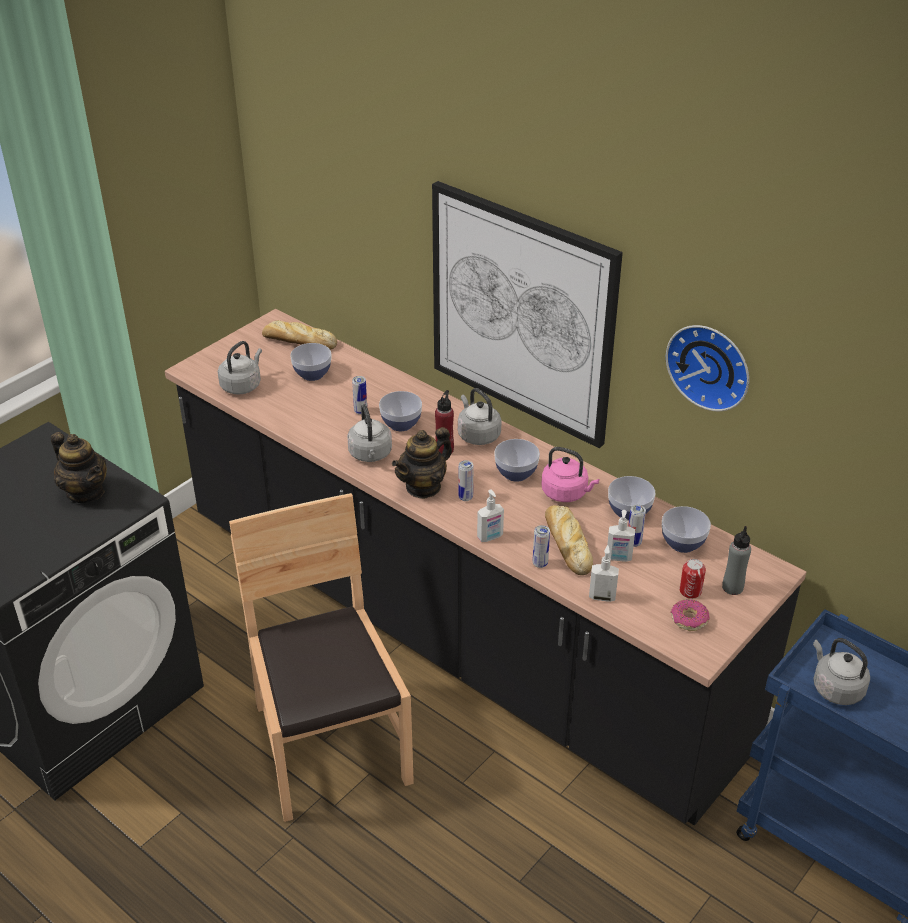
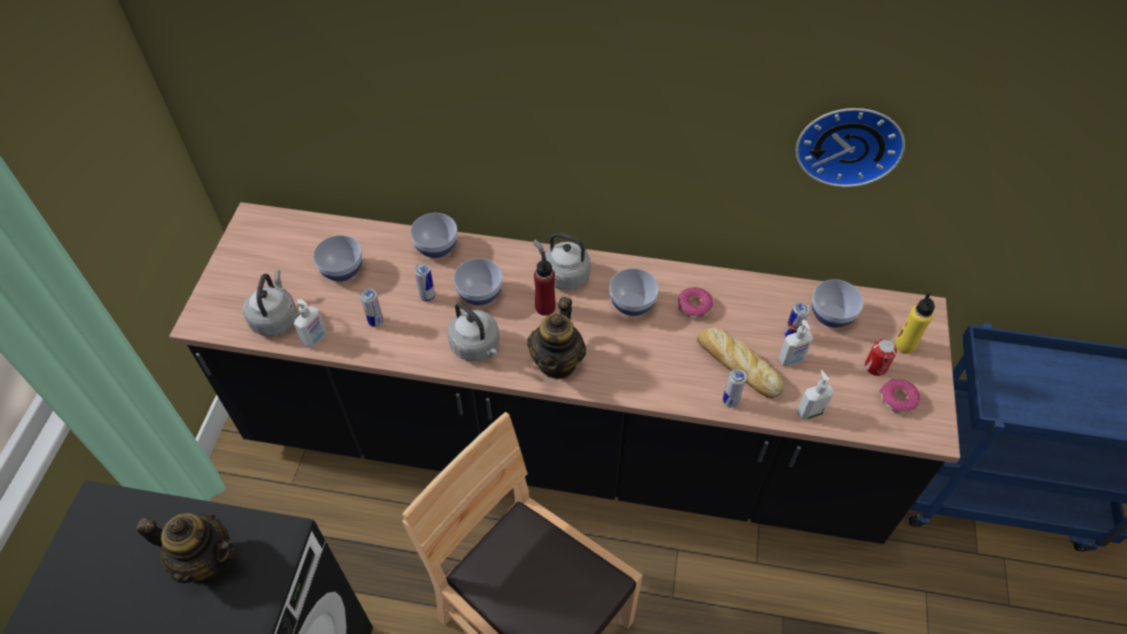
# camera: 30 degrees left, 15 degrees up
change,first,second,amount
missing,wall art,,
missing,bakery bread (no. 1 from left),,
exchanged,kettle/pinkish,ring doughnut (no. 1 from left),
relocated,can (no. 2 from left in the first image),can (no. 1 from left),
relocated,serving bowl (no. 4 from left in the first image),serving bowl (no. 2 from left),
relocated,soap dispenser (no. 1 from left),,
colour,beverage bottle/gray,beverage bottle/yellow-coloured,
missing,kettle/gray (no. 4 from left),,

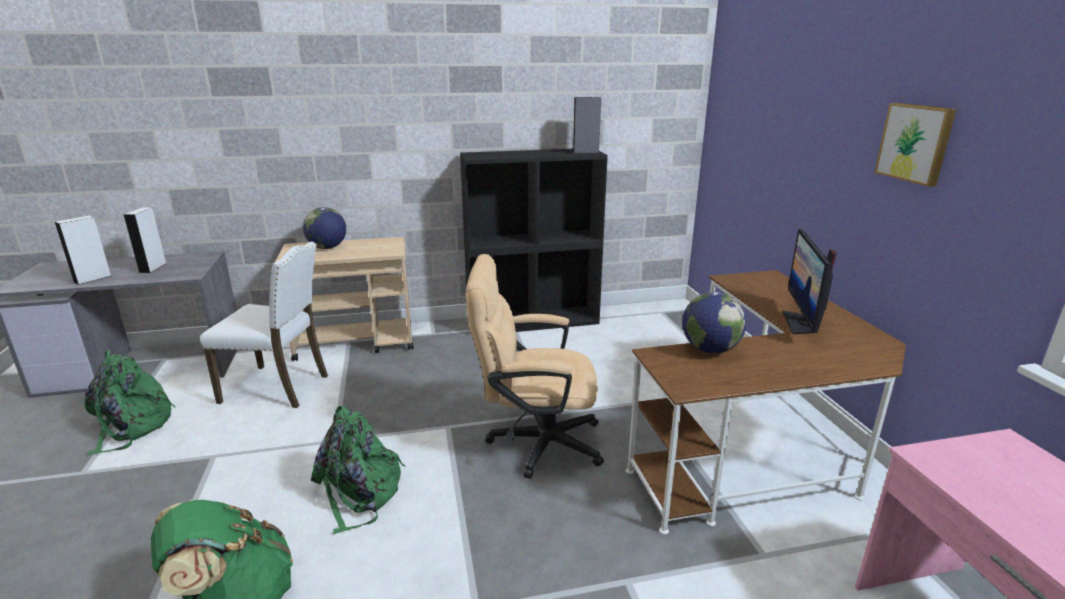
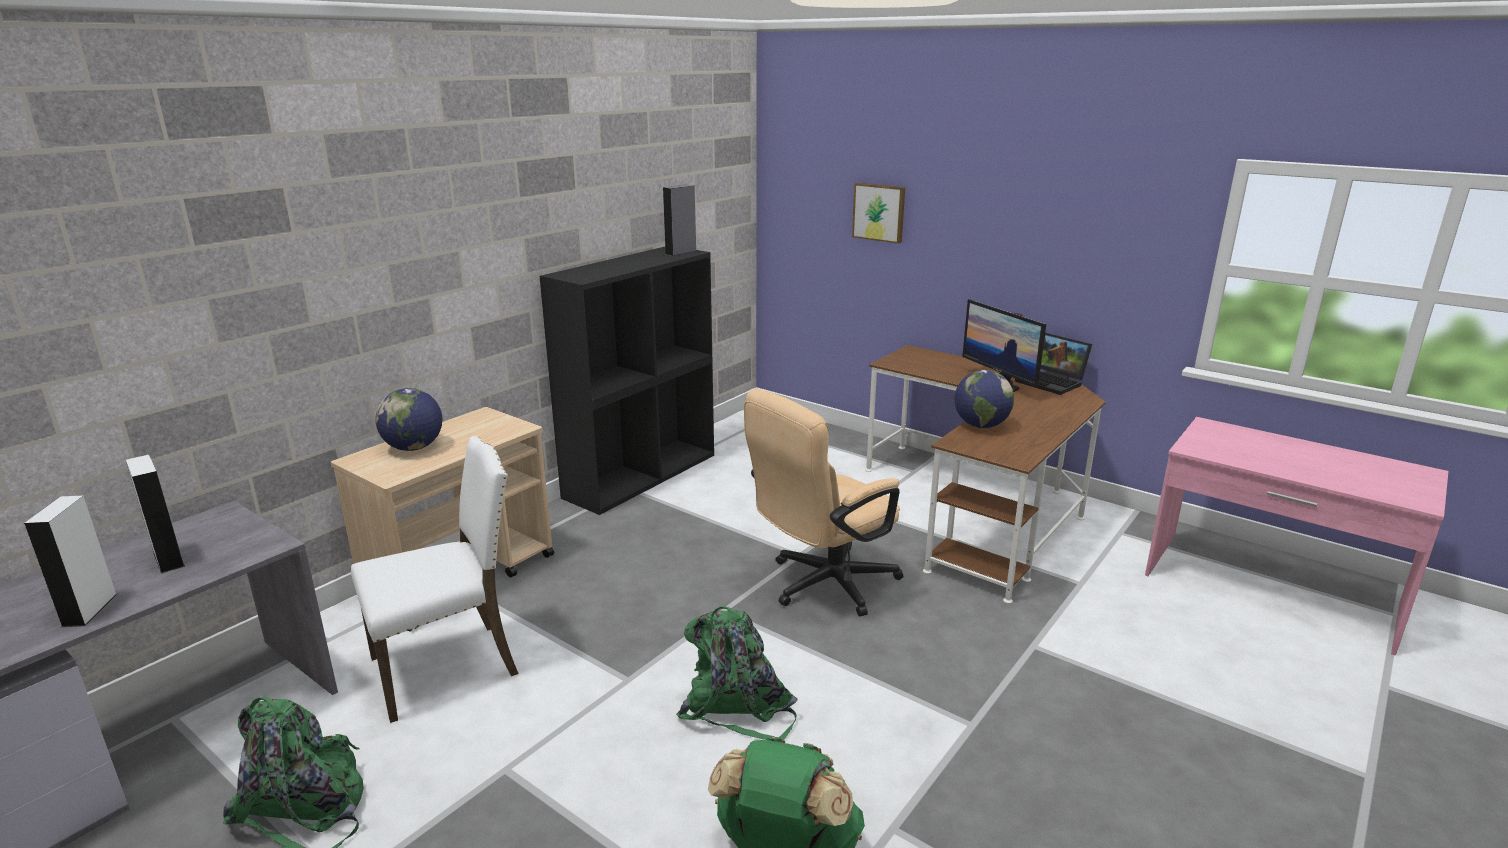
# camera: 40 degrees left, 0 degrees up
change,first,second,amount
relocated,wall art,,
appeared,,laptop,

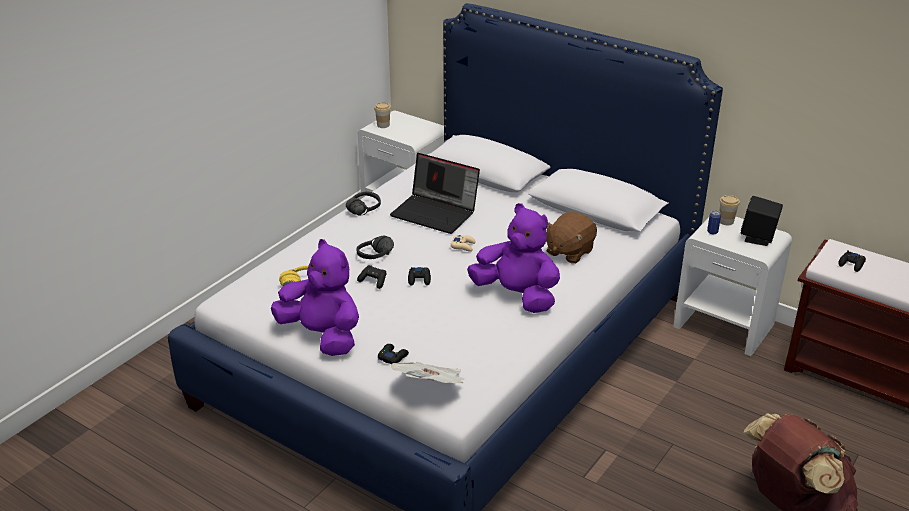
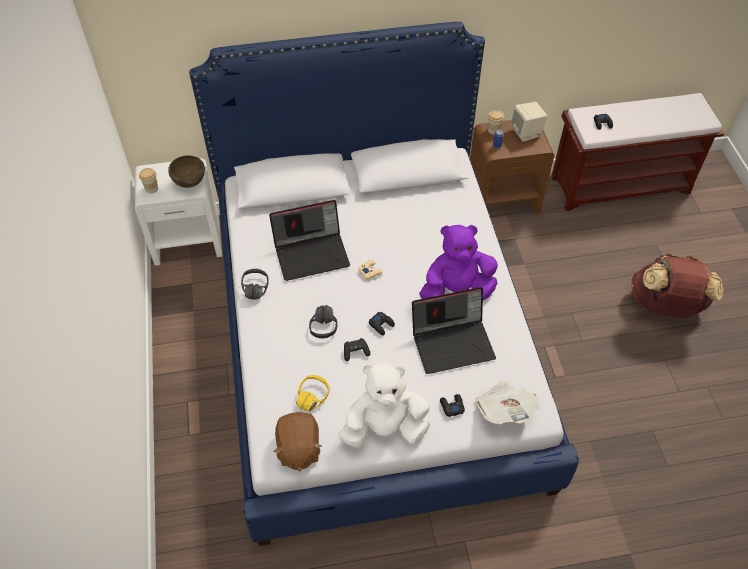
# camera: 45 degrees left, 20 degrees up
change,first,second,amount
colour,speaker/blackish,speaker/sand-coloured,
relocated,cuddly toy/brown,,
colour,nightstand/whitish (no. 2 from left),nightstand/brown,
colour,cuddly toy/purple-coloured (no. 1 from left),cuddly toy/whitish,
appeared,,serving bowl/brown,
appeared,,laptop (no. 2 from left),

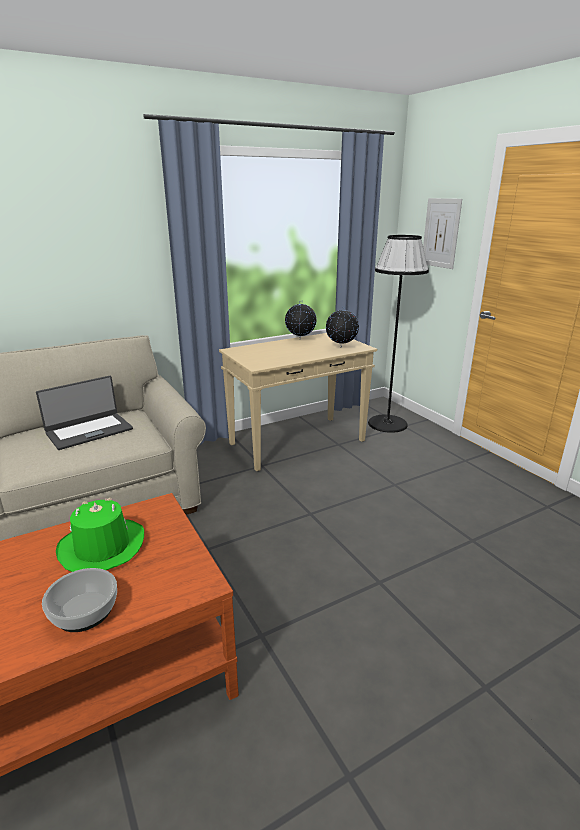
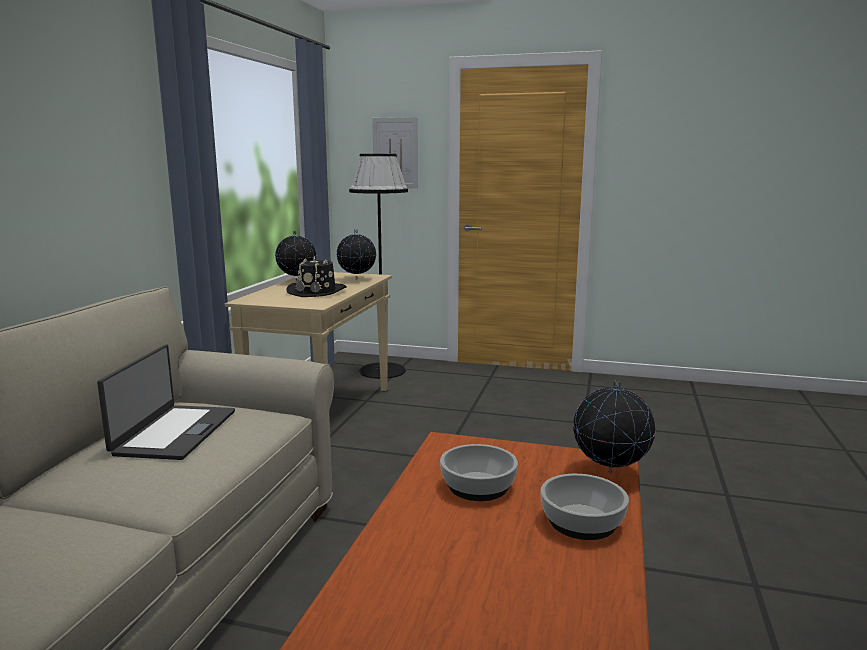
# camera: 45 degrees left, 10 degrees down
change,first,second,amount
exchanged,wearable hat/greenish,serving bowl (no. 1 from left),
appeared,,wearable hat/blackish,
appeared,,globe (no. 3 from left),

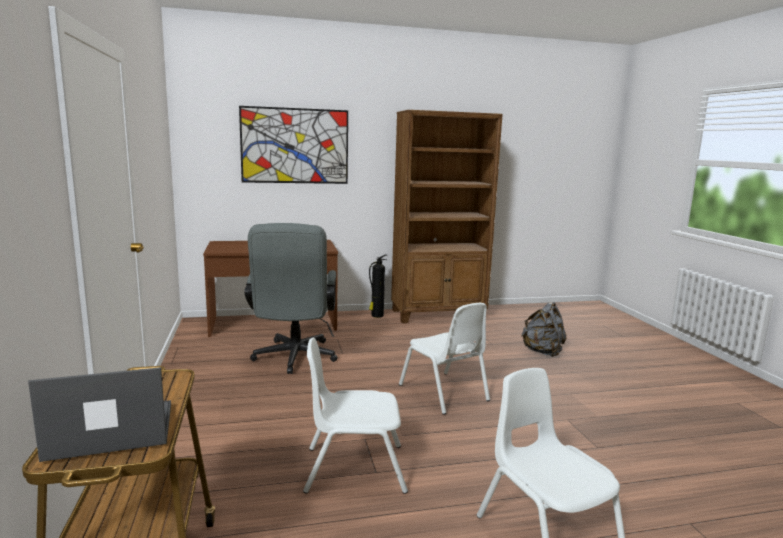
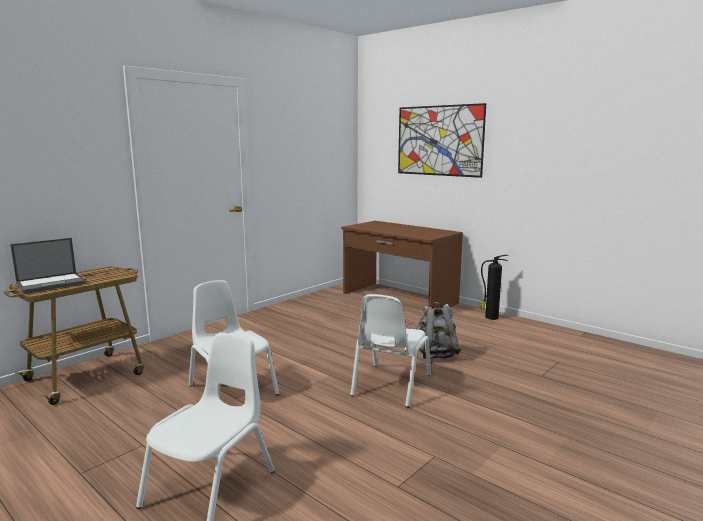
# camera: 55 degrees right, 0 degrees up
change,first,second,amount
missing,bookshelf/brown,,
missing,computer chair/gray,,
relocated,knapsack/gray,,
spun,laptop,,105 degrees clockwise

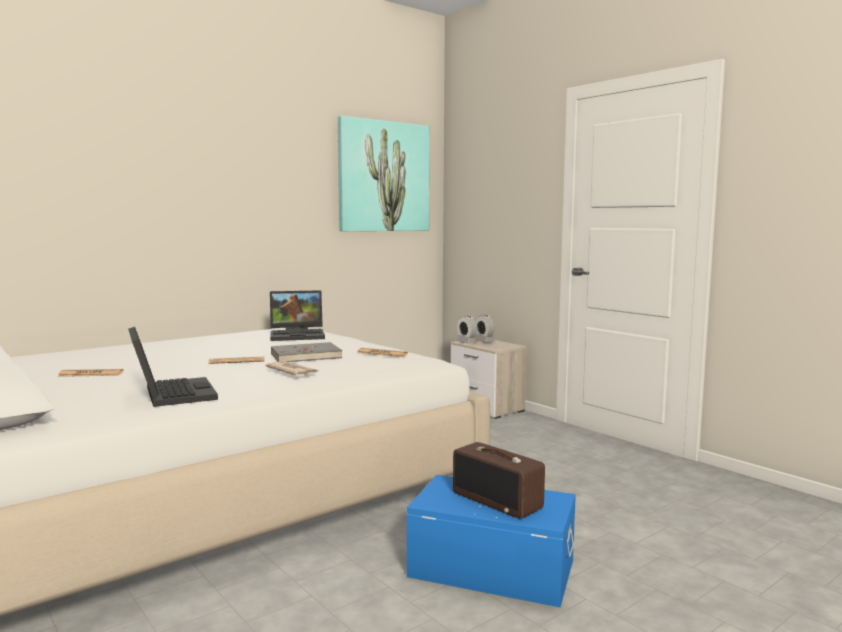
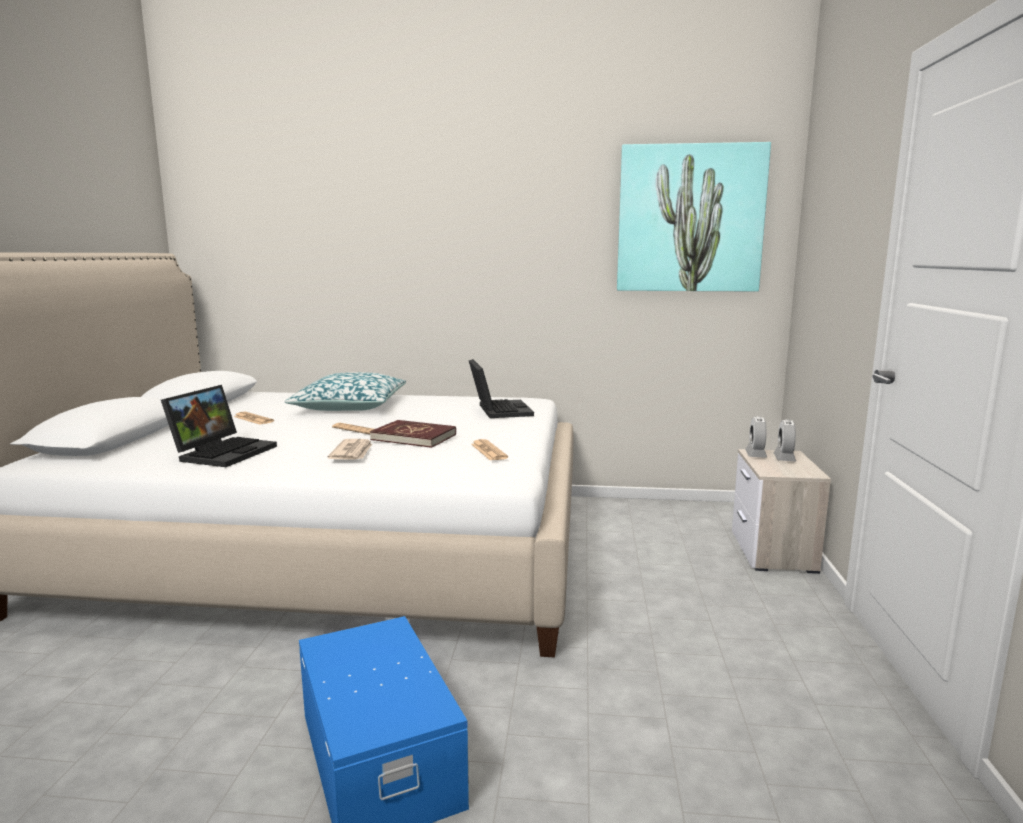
# camera: 45 degrees right, 5 degrees up
change,first,second,amount
spun,laptop (no. 2 from left),,135 degrees counterclockwise
colour,volume/gray,volume/reddish,
missing,radio,,
appeared,,cushion,

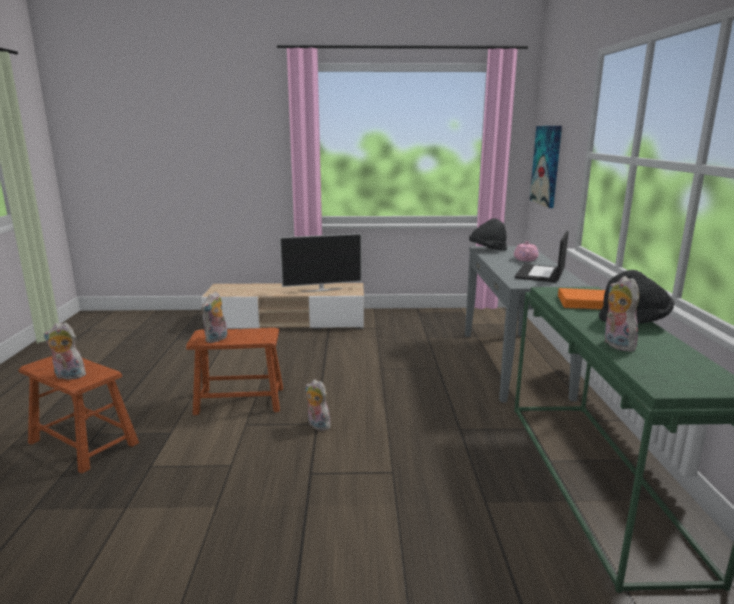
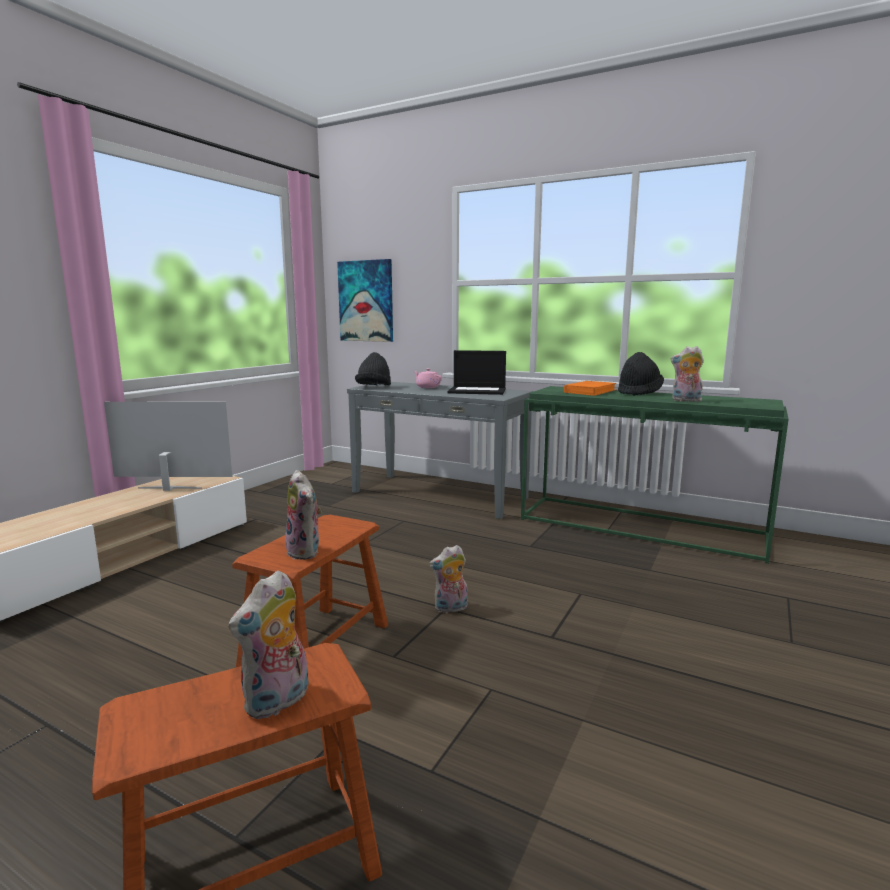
# camera: 60 degrees left, 5 degrees down
change,first,second,amount
spun,laptop,,45 degrees counterclockwise
spun,television,,105 degrees counterclockwise

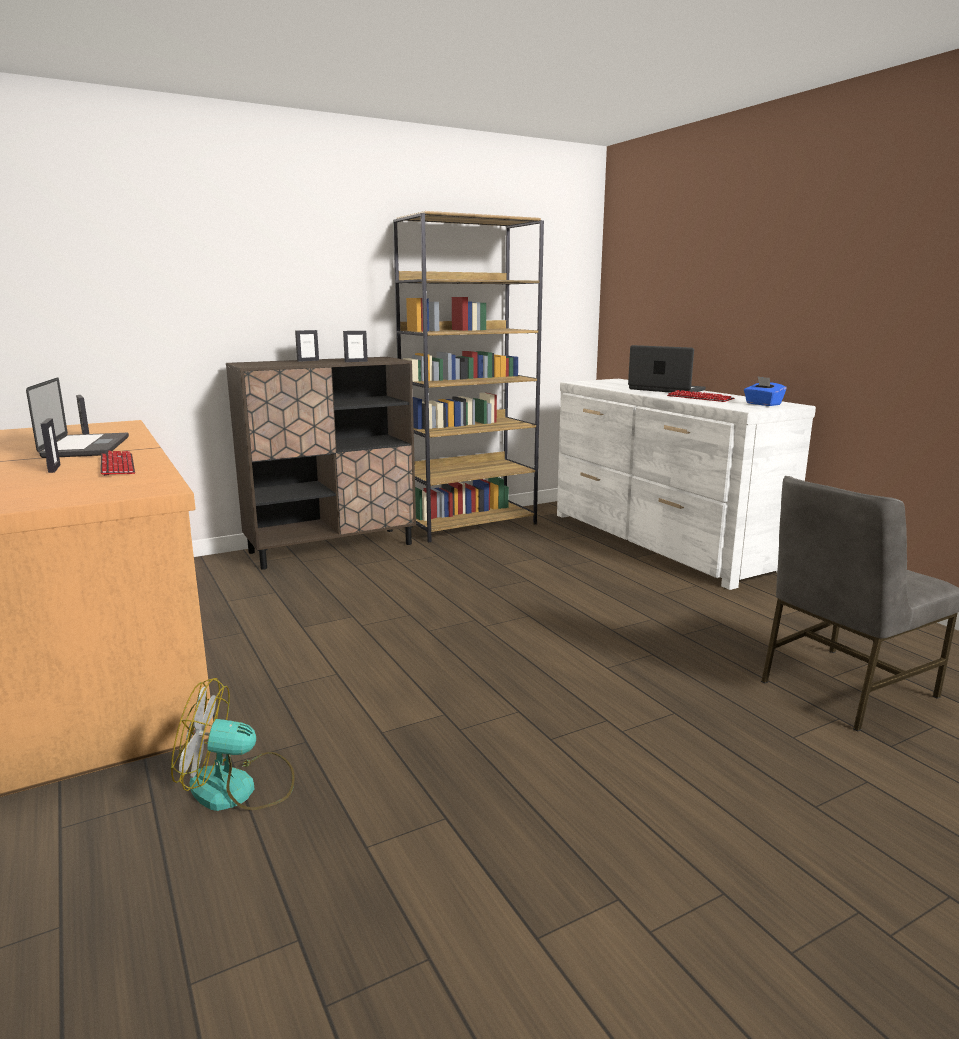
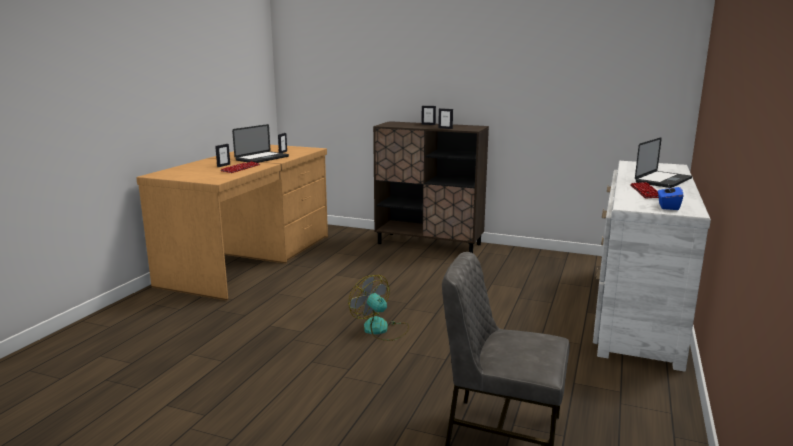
# camera: 50 degrees right, 0 degrees up
change,first,second,amount
missing,bookshelf/brown,,
spun,laptop (no. 2 from left),,45 degrees clockwise
relocated,fan,,

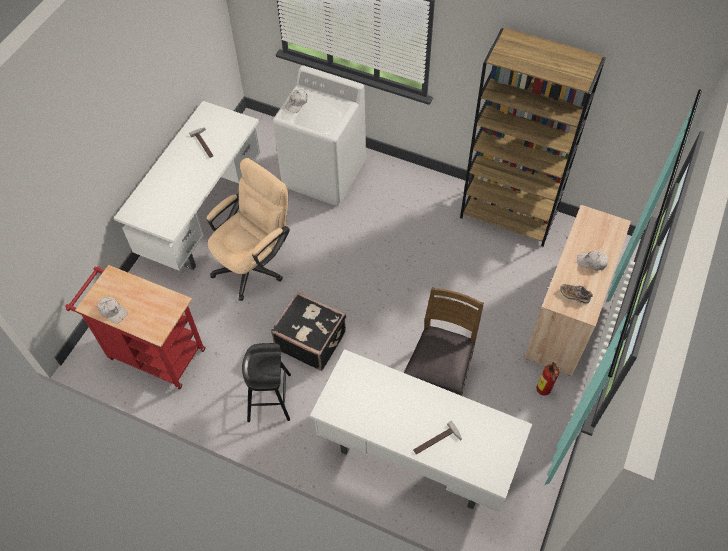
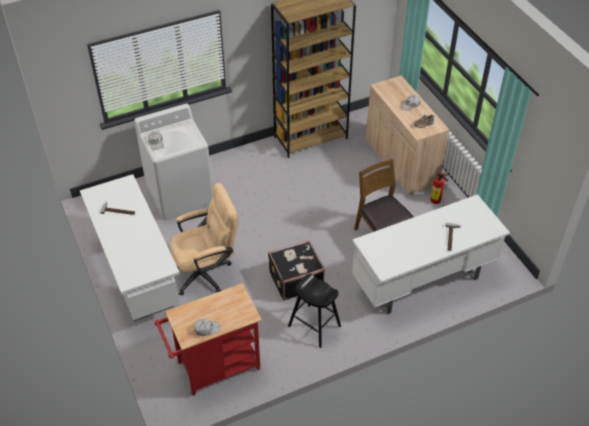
# camera: 50 degrees left, 10 degrees down
change,first,second,amount
spun,computer chair/sand-coloured,,75 degrees clockwise

